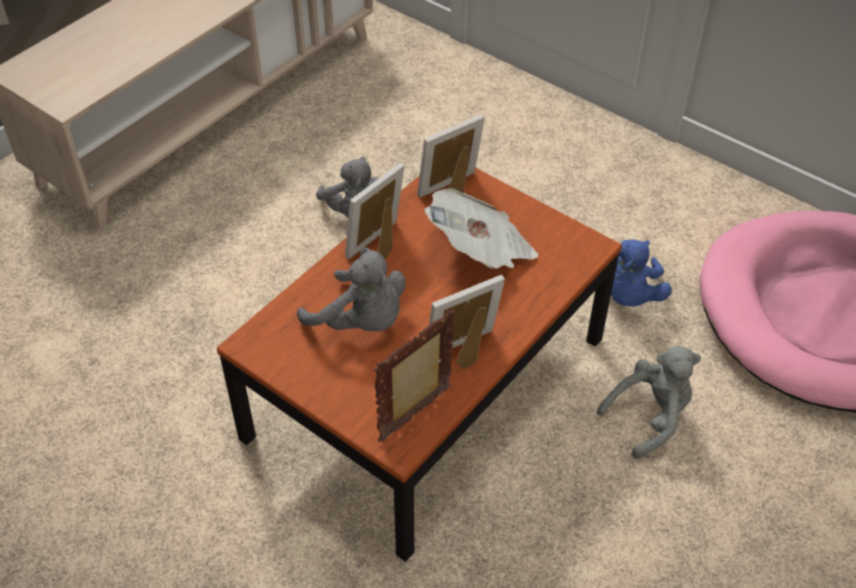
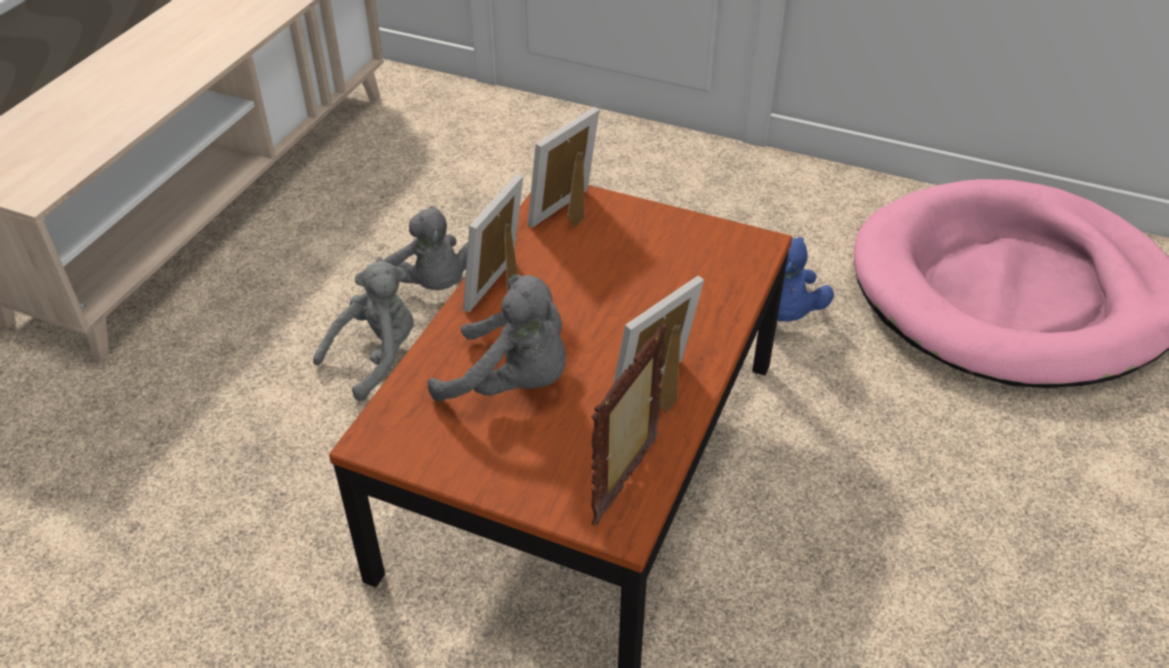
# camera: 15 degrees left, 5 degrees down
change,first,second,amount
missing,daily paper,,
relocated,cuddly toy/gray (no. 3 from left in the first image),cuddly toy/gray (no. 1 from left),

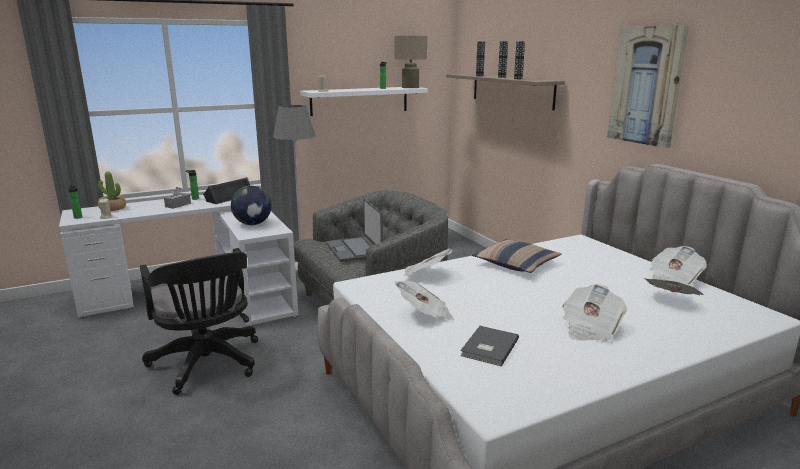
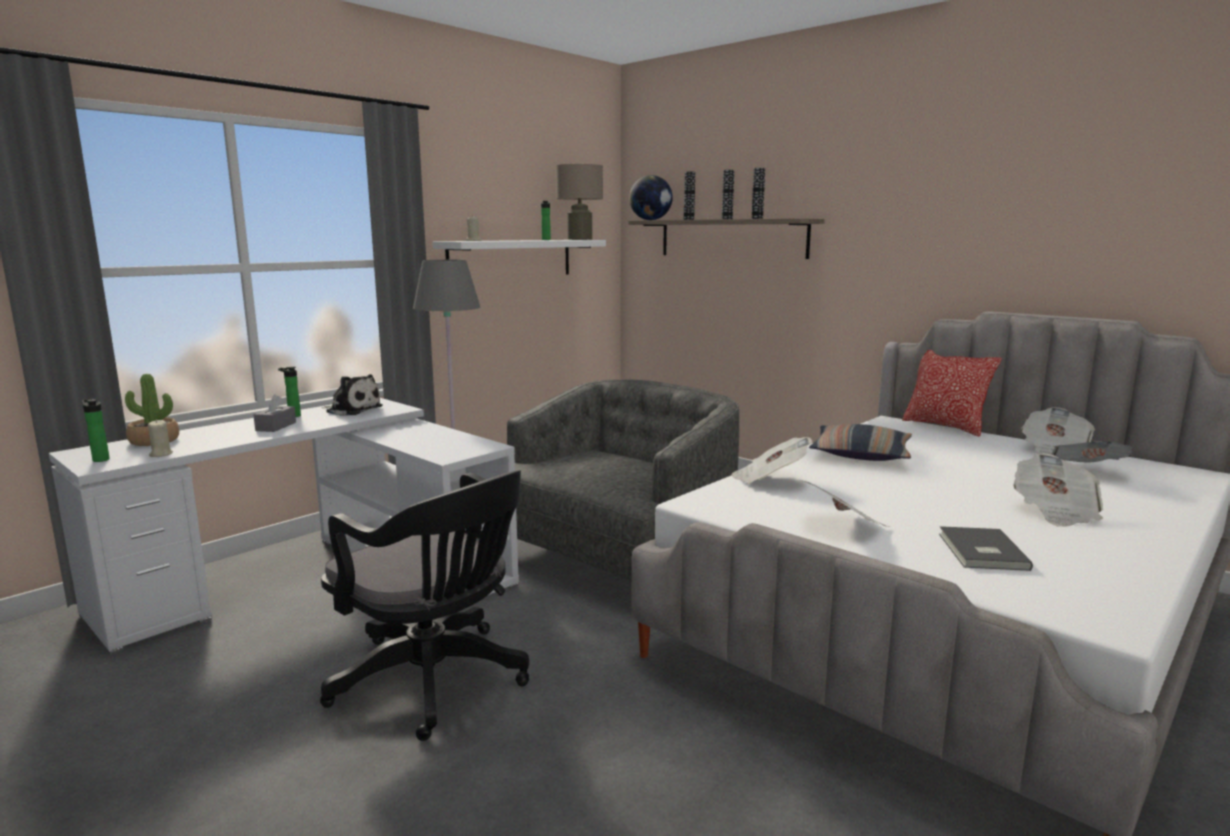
# camera: 20 degrees left, 5 degrees down
change,first,second,amount
missing,wall art,,
exchanged,speaker/blackish,cuddly toy,
relocated,globe,,
missing,laptop,,
appeared,,cushion (no. 2 from left),

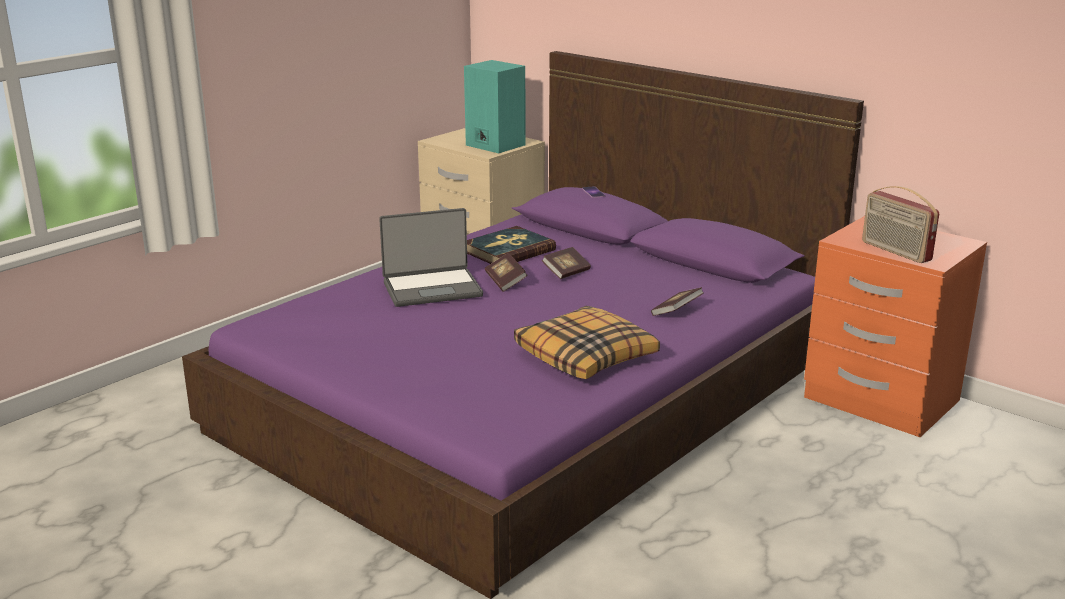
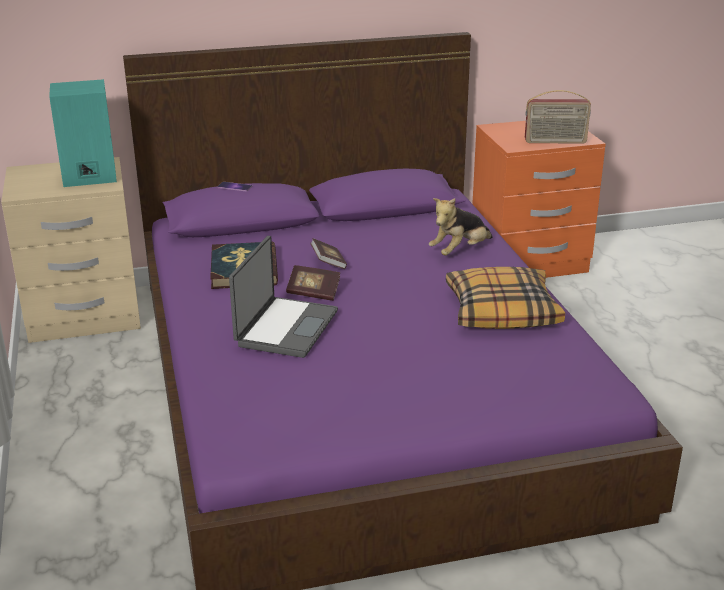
# camera: 55 degrees left, 5 degrees up
change,first,second,amount
exchanged,volume (no. 4 from left),cuddly toy,

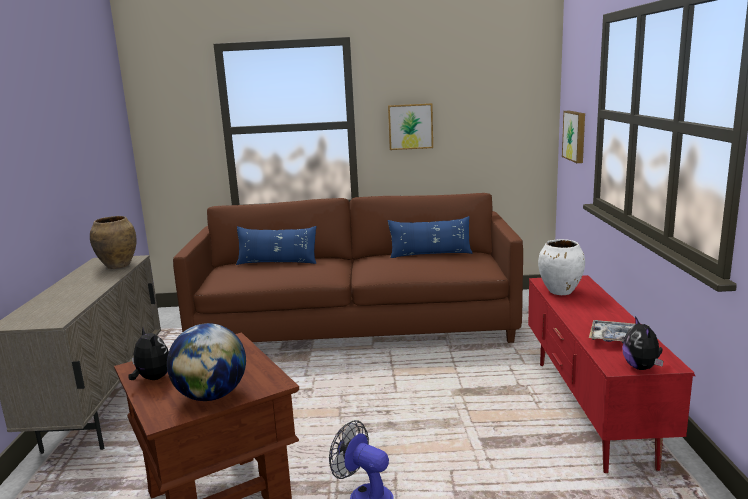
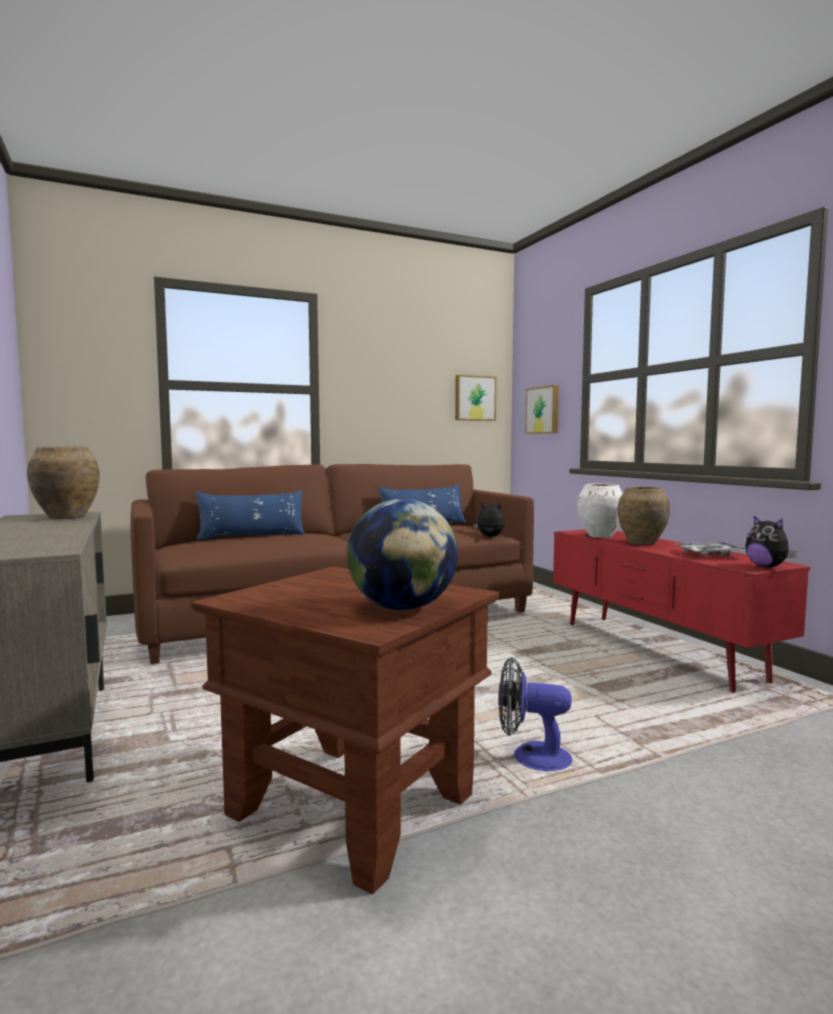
# camera: 25 degrees left, 10 degrees down
change,first,second,amount
relocated,wall art (no. 1 from left),,
relocated,cuddly toy (no. 1 from left),,
appeared,,flower vase/brown (no. 2 from left),

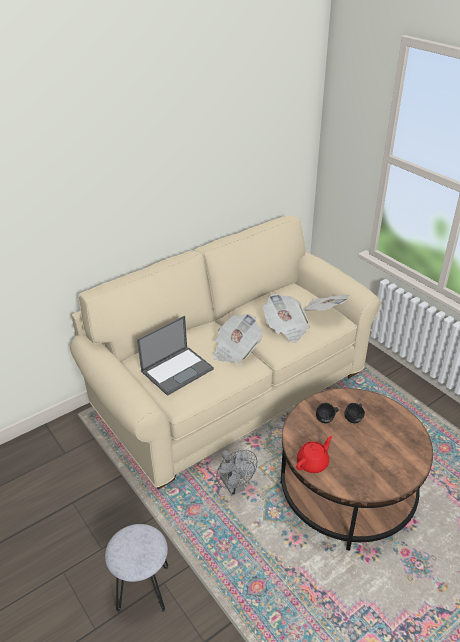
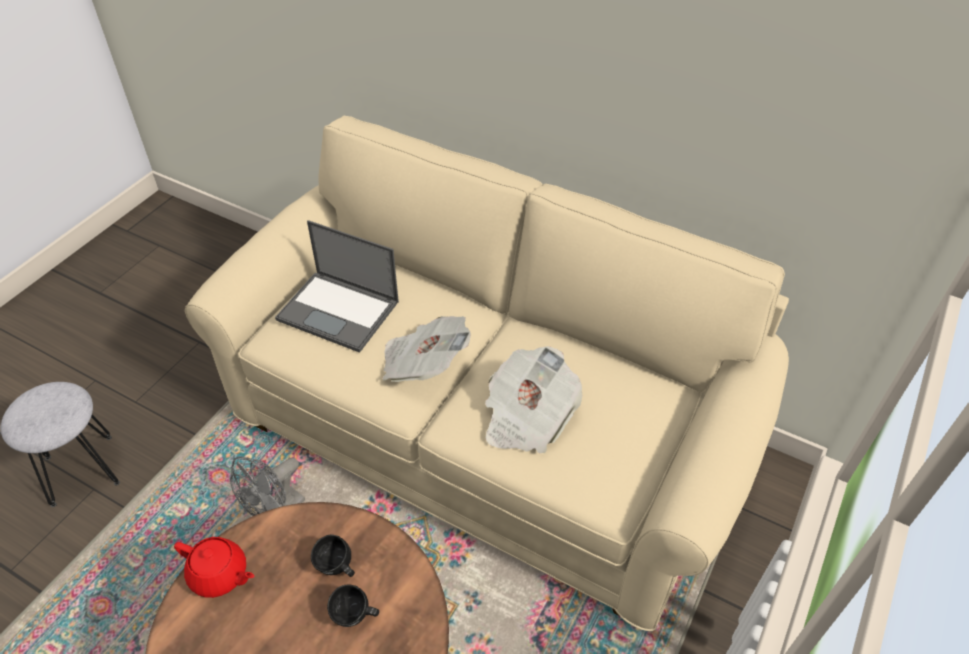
# camera: 65 degrees right, 10 degrees up
change,first,second,amount
missing,daily paper (no. 3 from left),,

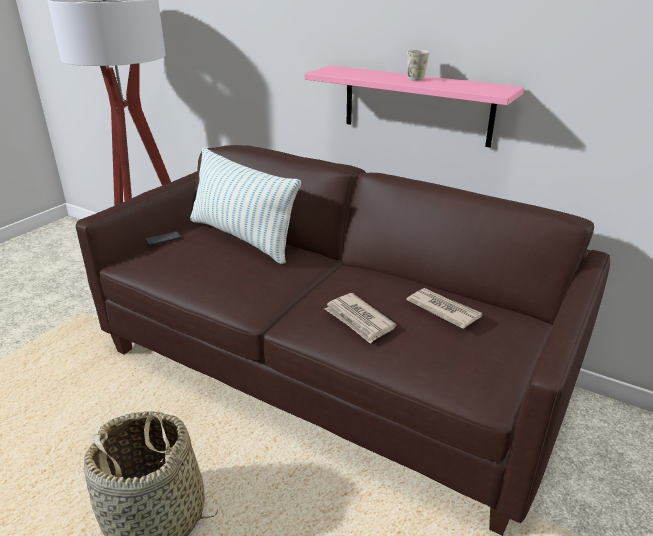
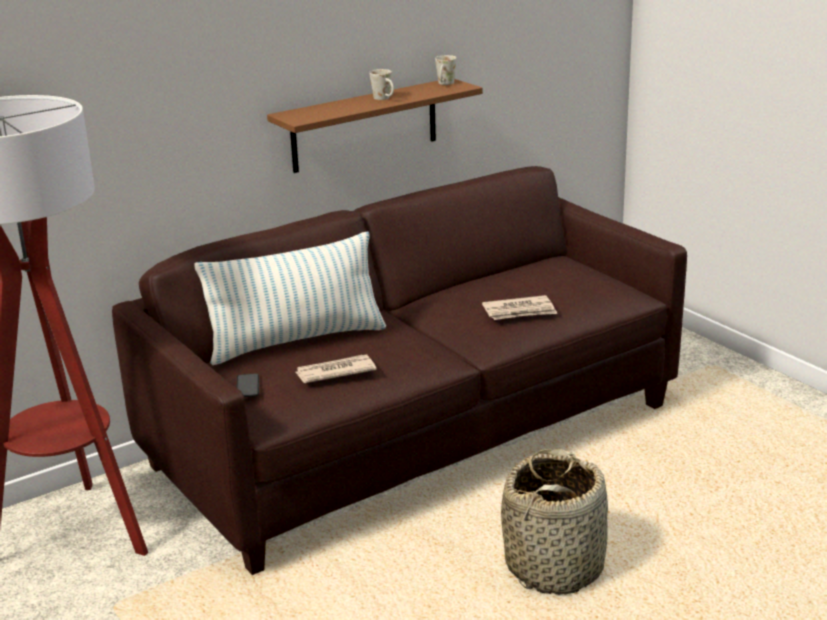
# camera: 65 degrees left, 5 degrees down
change,first,second,amount
colour,wall shelf/pinkish,wall shelf/brown,
relocated,daily paper (no. 2 from left in the first image),daily paper (no. 1 from left),
appeared,,mug/whitish (no. 2 from left),

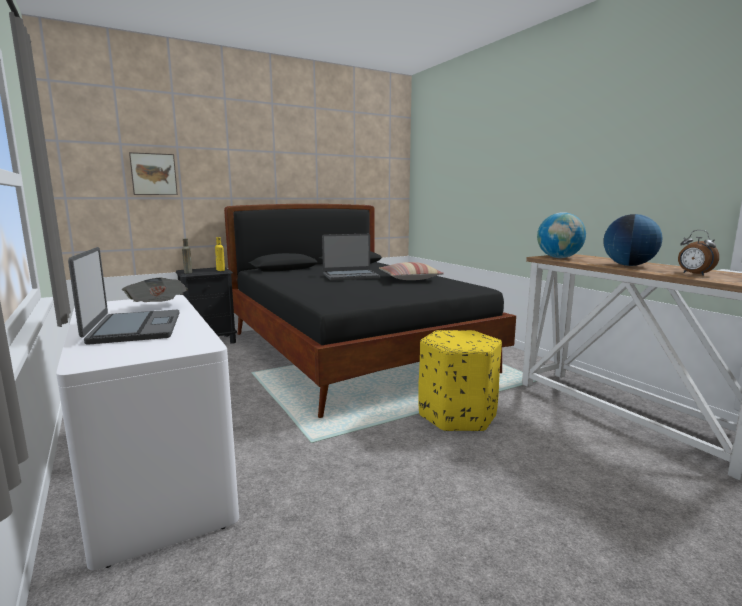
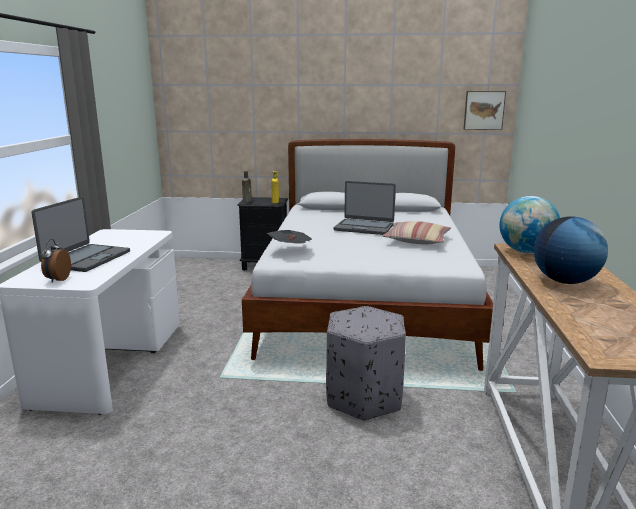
# camera: 35 degrees right, 5 degrees up
change,first,second,amount
relocated,wall art,,
colour,bed/blackish,bed/whitish,
relocated,table clock,,
relocated,daily paper,,
colour,footrest/yellow-coloured,footrest/gray,

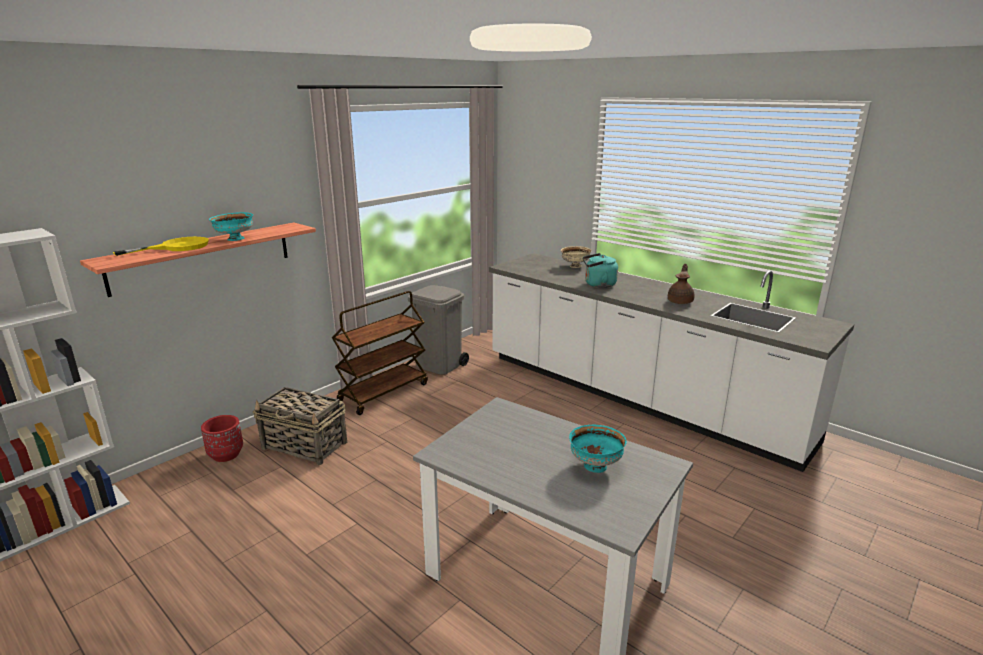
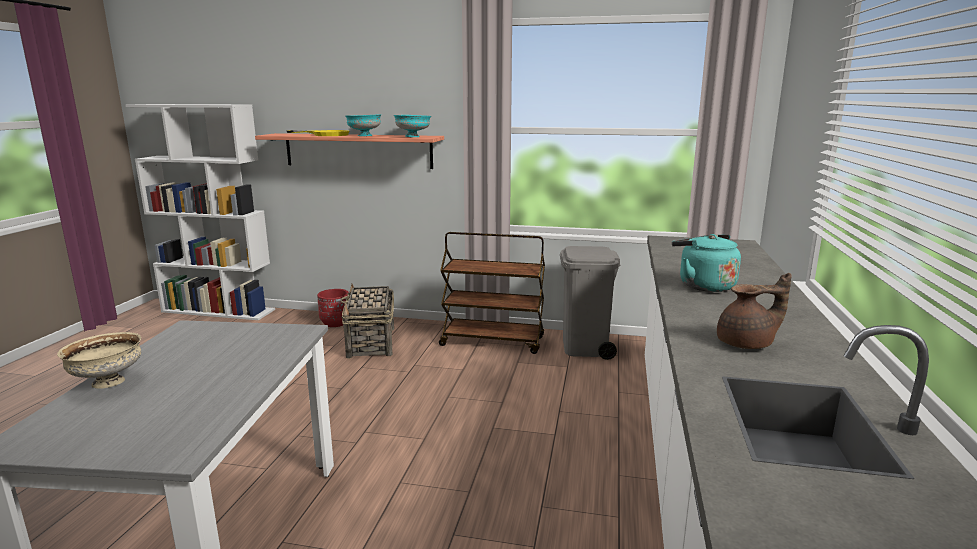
# camera: 60 degrees right, 5 degrees down
change,first,second,amount
relocated,serving bowl/sand-coloured,,
relocated,serving bowl/turquoise (no. 2 from left),,

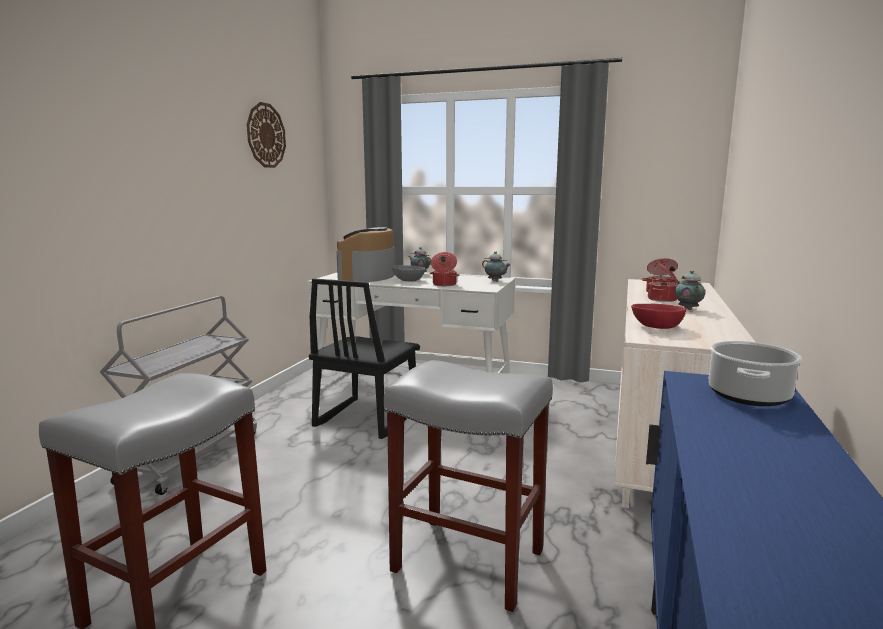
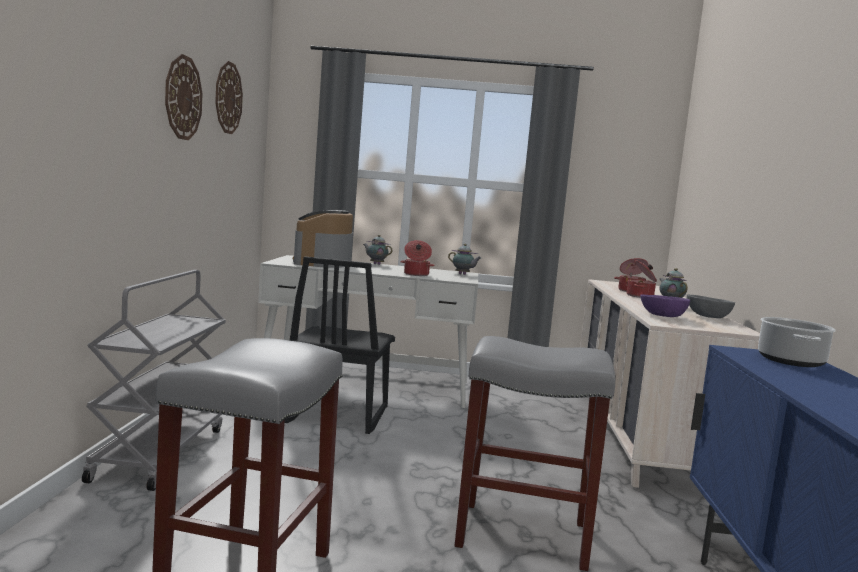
# camera: 15 degrees left, 5 degrees down
change,first,second,amount
relocated,serving bowl/gray,,
colour,serving bowl/reddish,serving bowl/purple-coloured,
appeared,,clock on the wall (no. 1 from left),

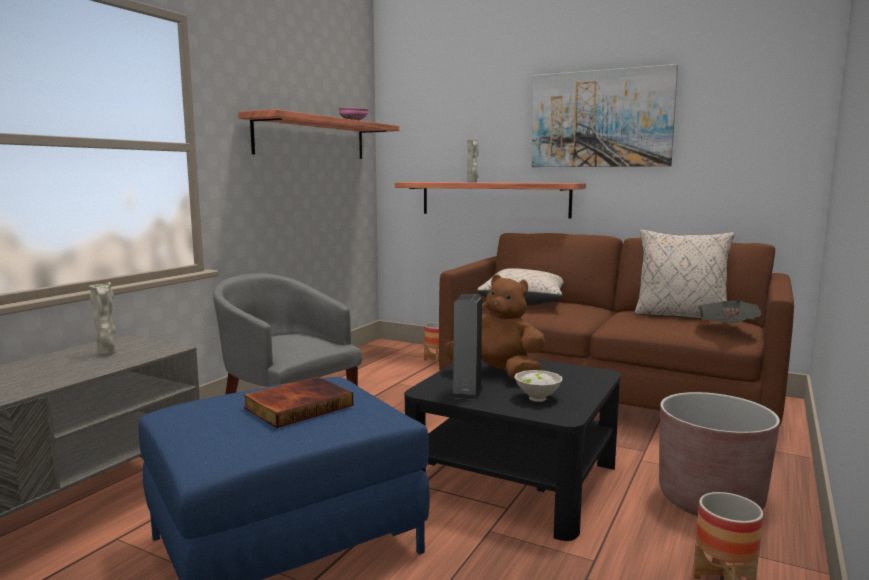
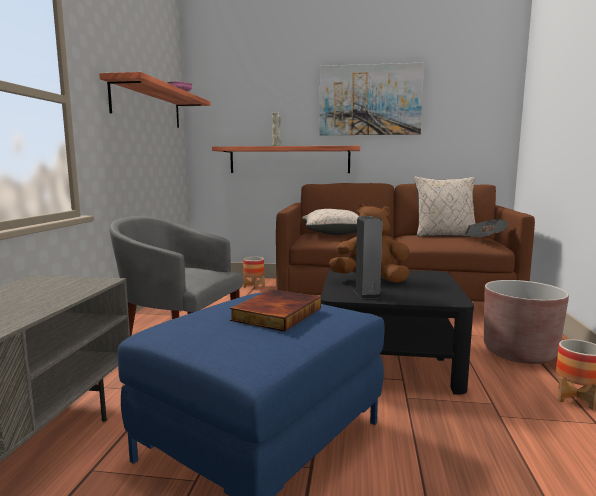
# camera: 20 degrees left, 0 degrees up
change,first,second,amount
missing,flower vase/sand-coloured (no. 1 from left),,
missing,serving bowl/whitish,,

